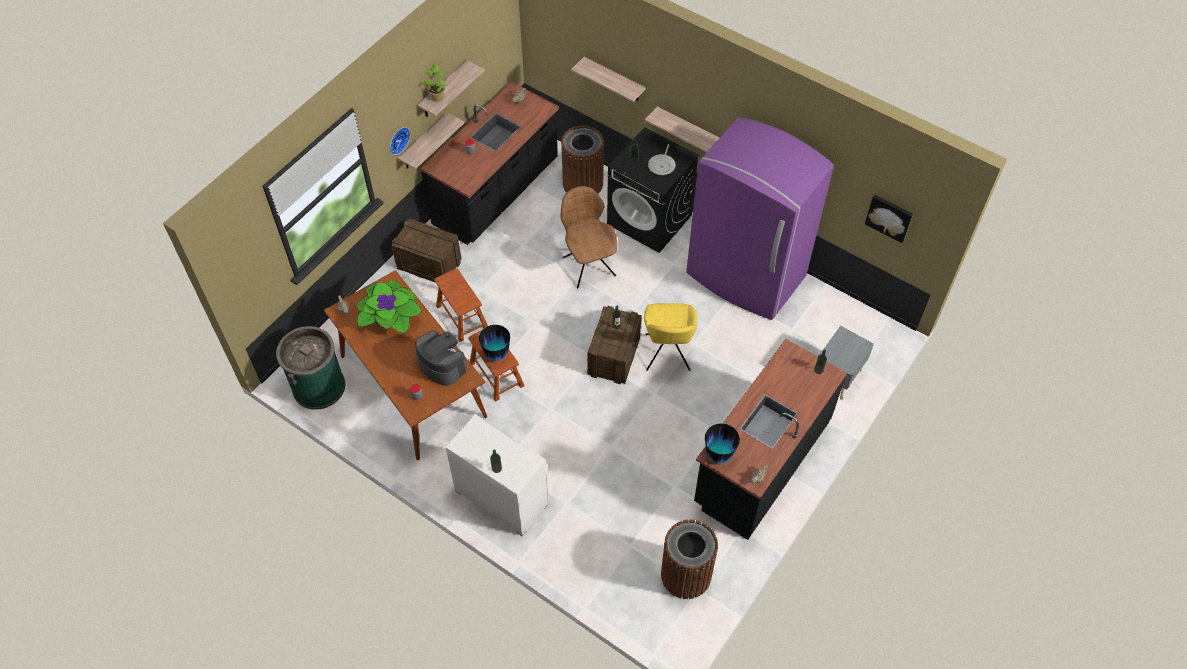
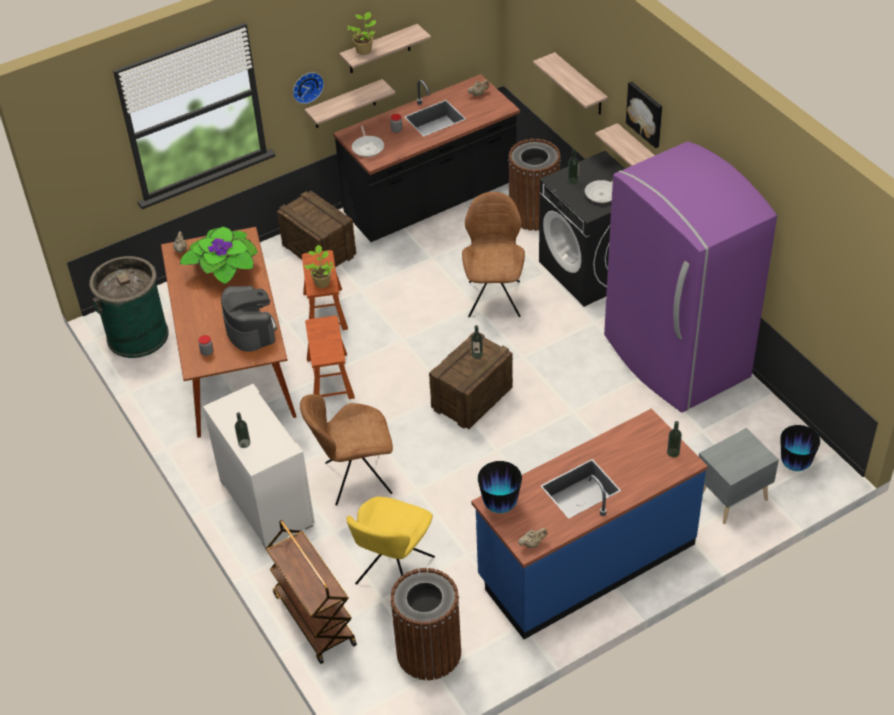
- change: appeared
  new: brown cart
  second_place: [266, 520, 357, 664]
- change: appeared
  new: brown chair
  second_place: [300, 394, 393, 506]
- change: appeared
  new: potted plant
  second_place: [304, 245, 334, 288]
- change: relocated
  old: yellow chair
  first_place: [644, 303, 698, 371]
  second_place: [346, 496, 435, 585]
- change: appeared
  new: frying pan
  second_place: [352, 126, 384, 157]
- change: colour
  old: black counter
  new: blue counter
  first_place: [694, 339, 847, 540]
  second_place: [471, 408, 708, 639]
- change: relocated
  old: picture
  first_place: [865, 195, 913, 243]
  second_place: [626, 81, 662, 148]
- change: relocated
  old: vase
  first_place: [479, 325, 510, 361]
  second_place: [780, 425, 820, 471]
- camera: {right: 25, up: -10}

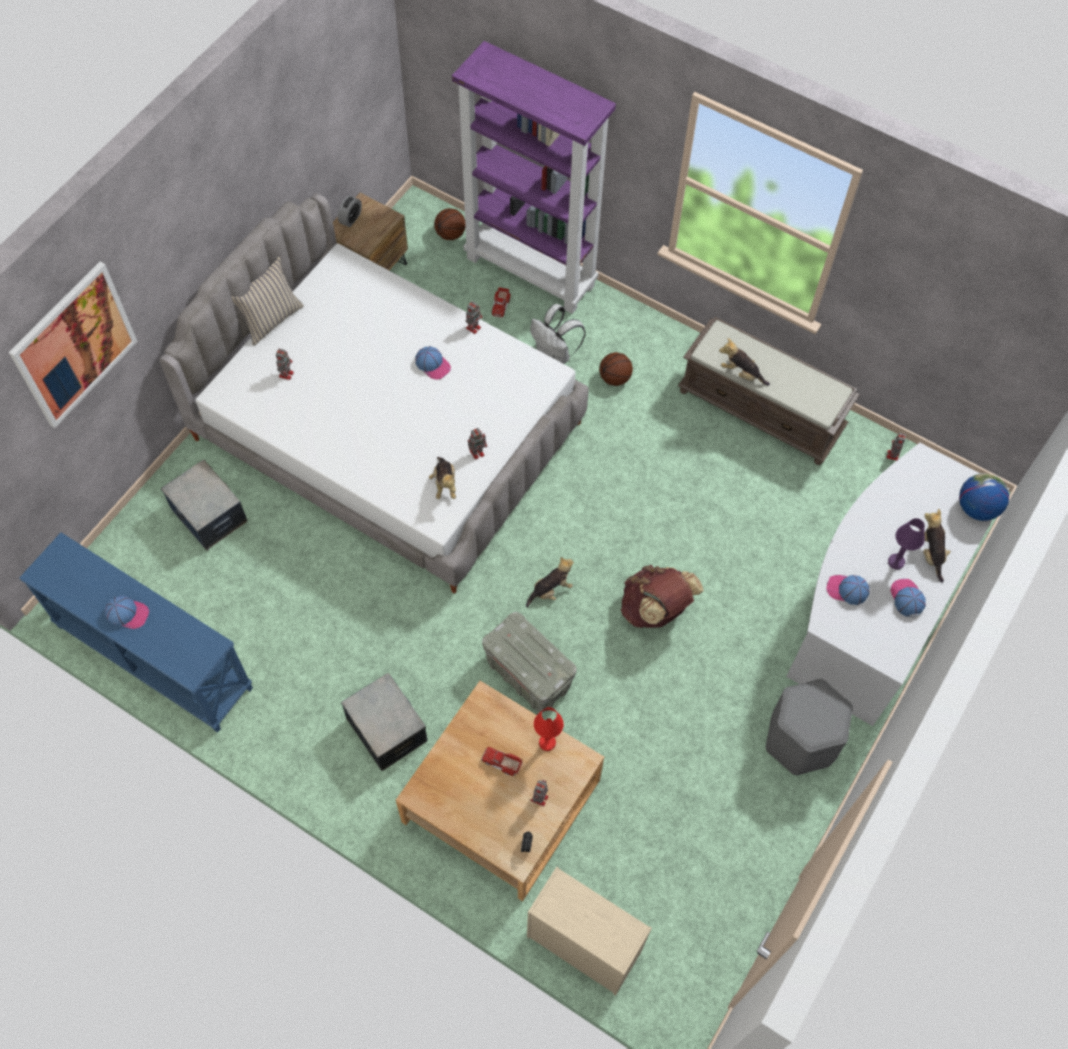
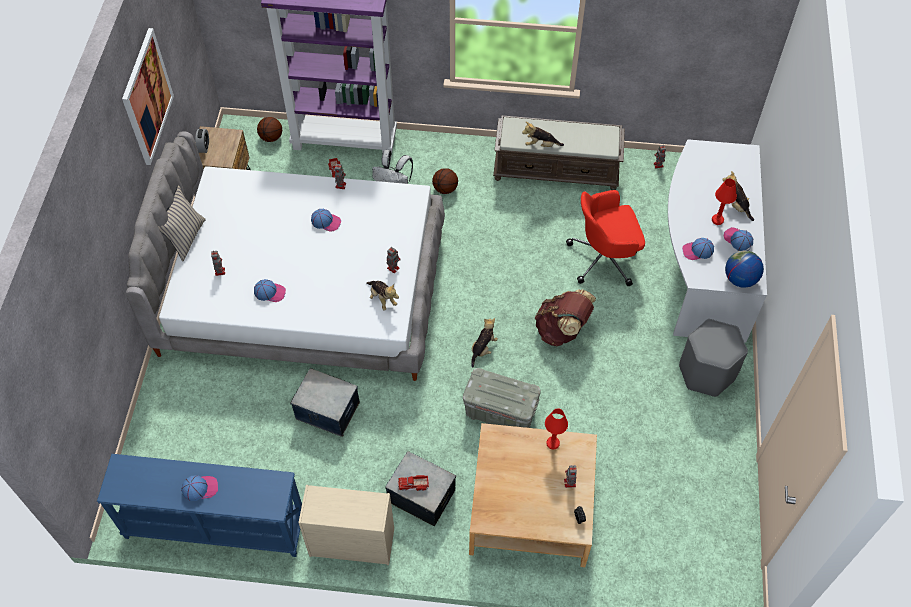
- change: relocated
  old: picture
  first_place: [9, 262, 138, 428]
  second_place: [122, 28, 174, 165]
- change: appeared
  new: cap
  second_place: [254, 279, 286, 302]
- change: relocated
  old: storage box
  first_place: [161, 460, 247, 551]
  second_place: [290, 368, 360, 437]
- change: relocated
  old: beige dresser
  first_place: [527, 867, 652, 996]
  second_place: [298, 485, 394, 565]
- change: relocated
  old: toy truck
  first_place: [481, 747, 523, 776]
  second_place: [398, 475, 429, 491]
- change: appeared
  new: red office chair
  second_place: [566, 190, 645, 286]
- change: colour
  old: purple table lamp
  new: red table lamp
  first_place: [888, 518, 925, 570]
  second_place: [712, 179, 737, 225]
- change: relocated
  old: globe
  first_place: [959, 473, 1009, 521]
  second_place: [725, 250, 764, 288]
- camera: {right: -25, up: -5}

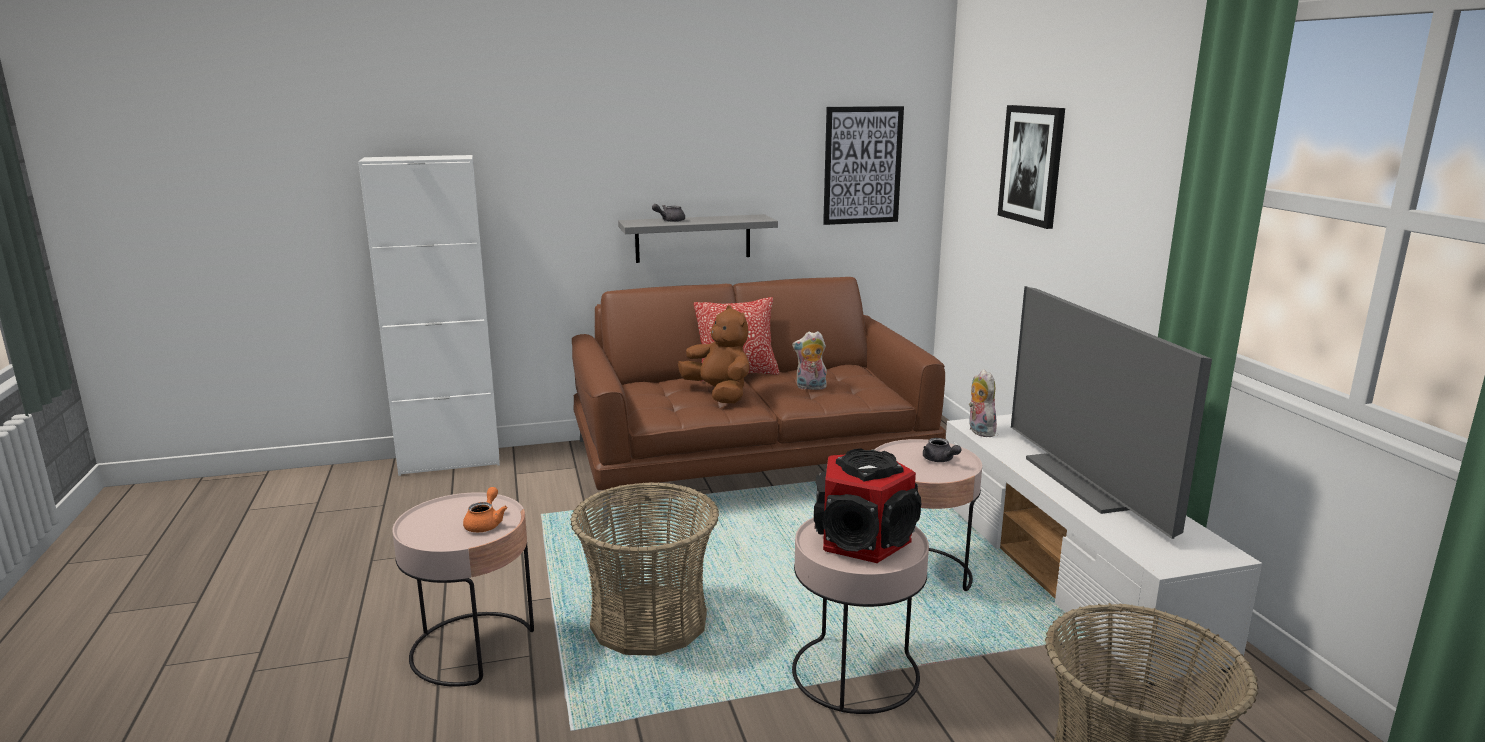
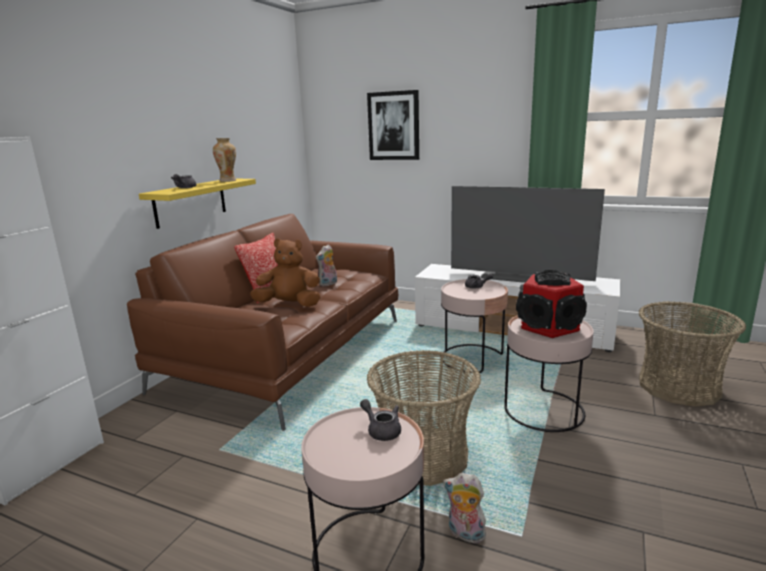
- change: colour
  old: grey shelf
  new: yellow shelf
  first_place: [618, 214, 778, 263]
  second_place: [139, 179, 256, 229]
- change: appeared
  new: vase
  second_place: [213, 138, 236, 182]
- change: colour
  old: orange teapot
  new: grey teapot
  first_place: [463, 487, 507, 532]
  second_place: [360, 399, 401, 441]
- change: relocated
  old: plush toy
  first_place: [969, 369, 997, 437]
  second_place: [443, 473, 486, 543]
- change: missing
  old: picture
  first_place: [823, 106, 904, 225]
- camera: {right: -50, up: 0}

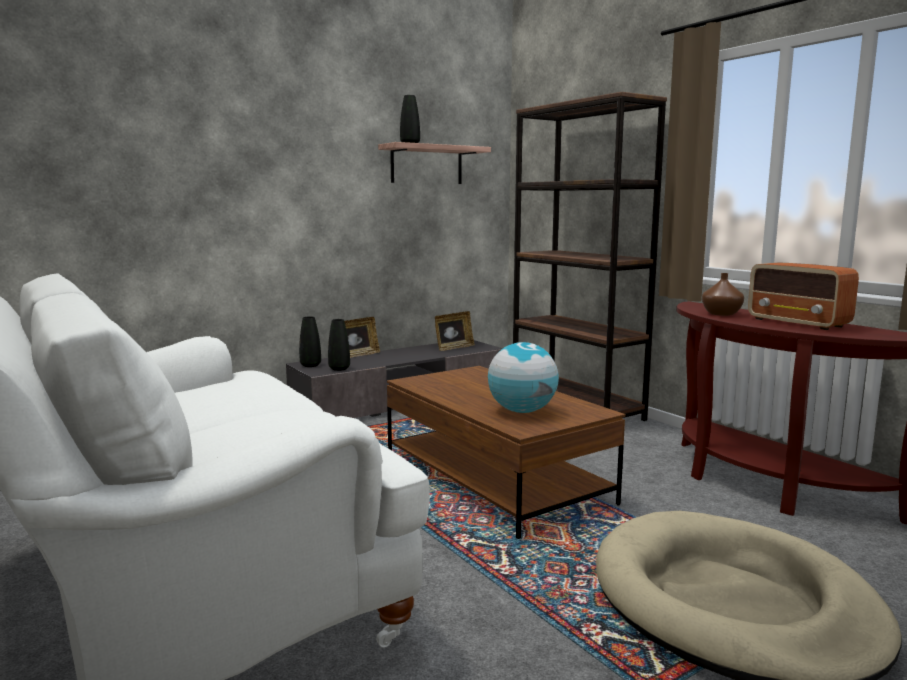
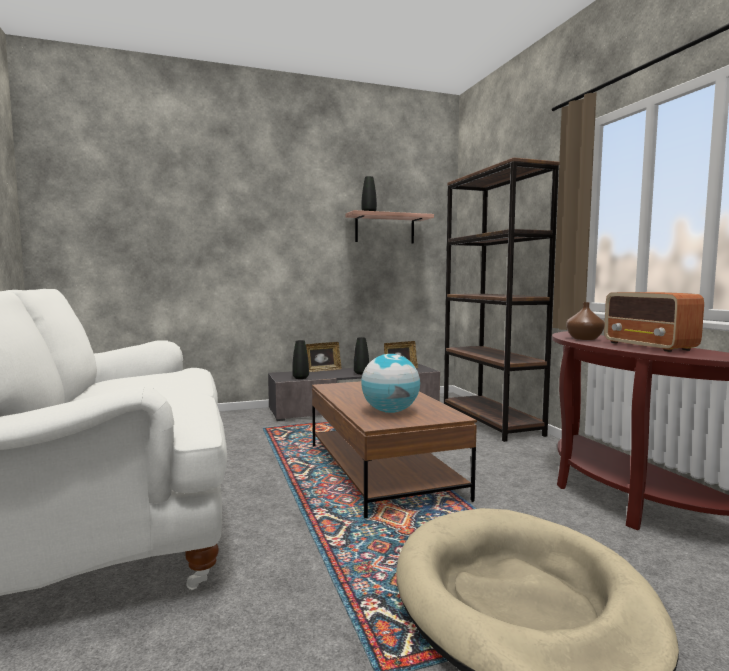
- change: relocated
  old: black vase
  first_place: [299, 316, 321, 367]
  second_place: [354, 337, 369, 374]
- camera: {right: 15, up: -5}

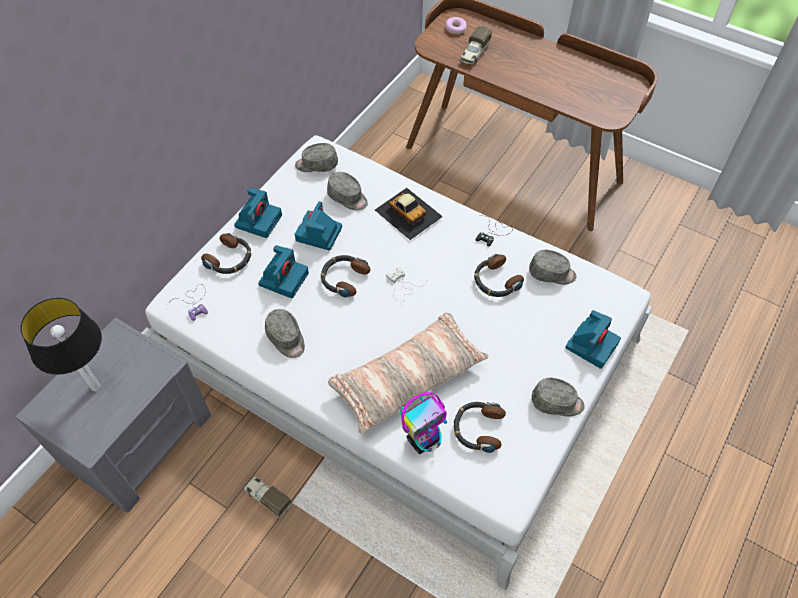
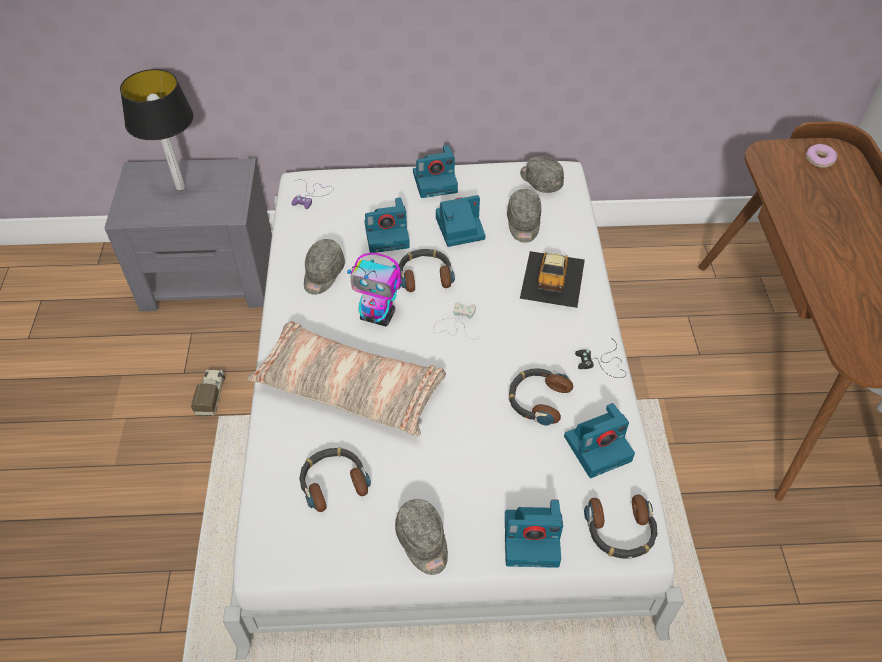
- change: relocated
  old: toy robot
  first_place: [400, 392, 447, 454]
  second_place: [347, 253, 402, 326]
- change: exchanged
  old: grey cap
  new: photo camera
  first_place: [529, 250, 577, 285]
  second_place: [564, 403, 635, 478]
- change: relocated
  old: headphones
  first_place: [201, 233, 251, 274]
  second_place: [584, 495, 657, 559]
- change: missing
  old: toy truck
  first_place: [460, 26, 492, 65]
- camera: {right: 55, up: -5}

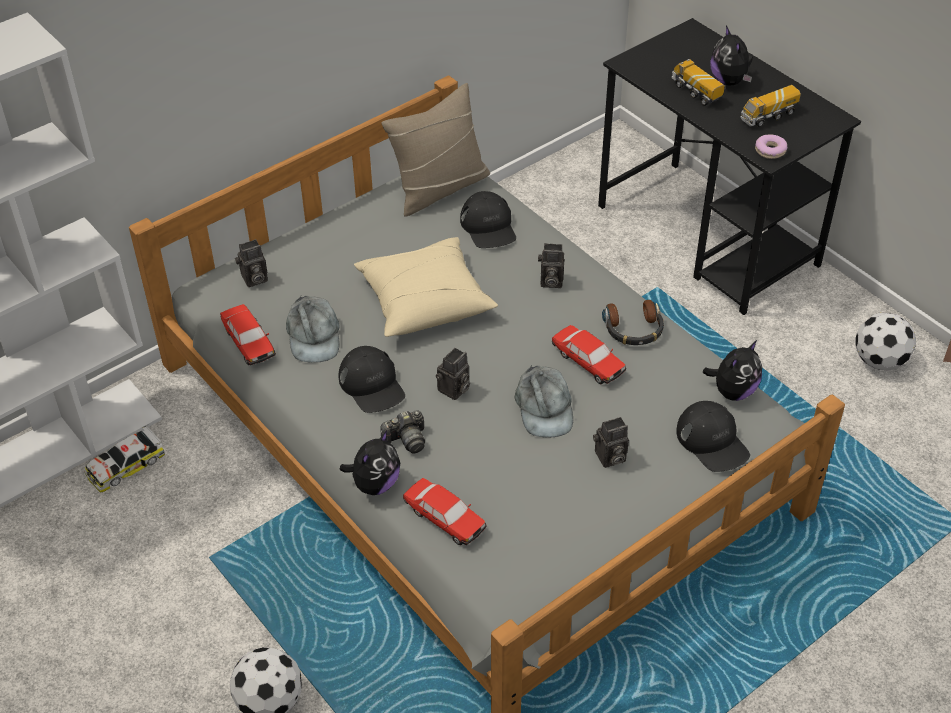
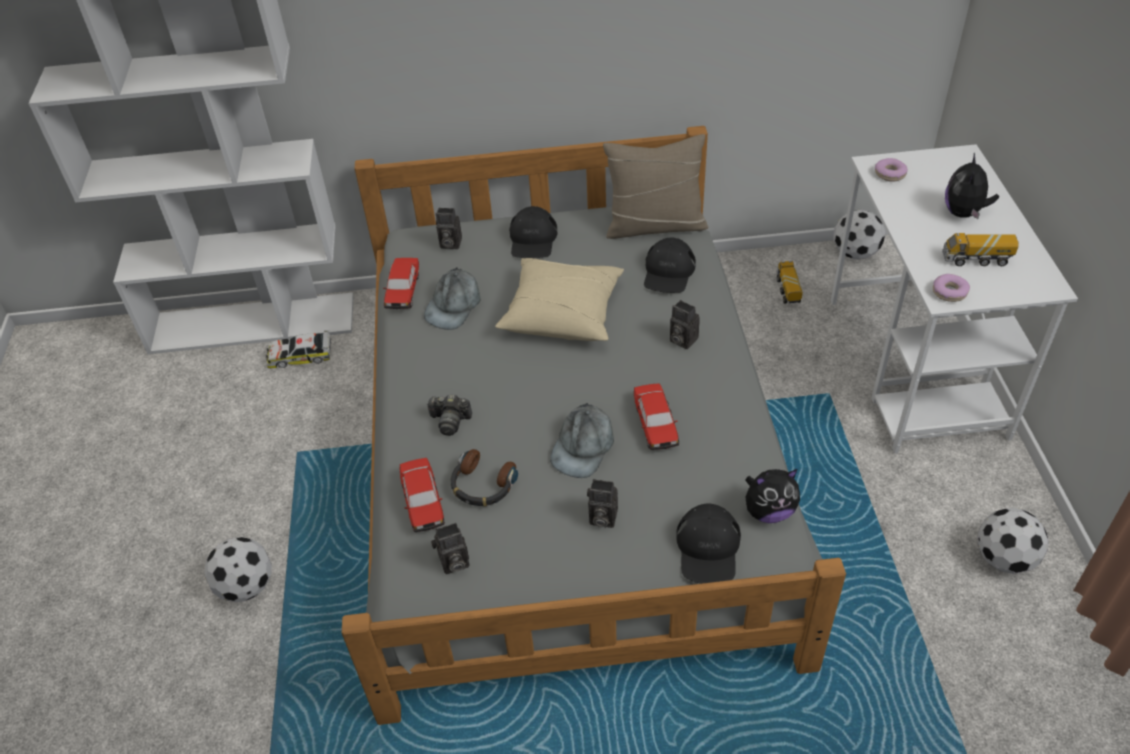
- change: relocated
  old: photo camera
  first_place: [436, 348, 470, 400]
  second_place: [431, 523, 469, 574]
- change: relocated
  old: headphones
  first_place: [602, 300, 664, 345]
  second_place: [451, 449, 518, 507]
- change: relocated
  old: black cap
  first_place: [339, 346, 405, 413]
  second_place: [509, 206, 557, 258]
- change: relocated
  old: toy truck
  first_place: [671, 59, 725, 106]
  second_place: [777, 261, 803, 304]
- change: colour
  old: black desk
  new: white desk
  first_place: [598, 18, 861, 315]
  second_place: [831, 144, 1078, 454]
- change: appeared
  new: football
  second_place: [834, 210, 885, 260]
- change: appeared
  new: donut
  second_place: [875, 158, 908, 182]
- change: missing
  old: plush toy
  first_place: [340, 430, 400, 495]
- camera: {right: 35, up: 0}

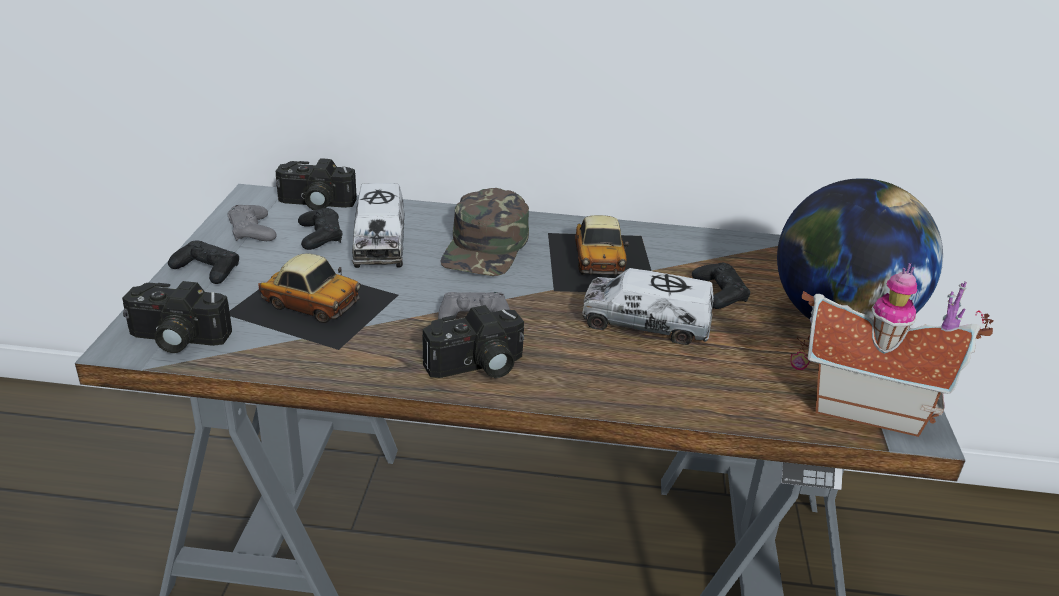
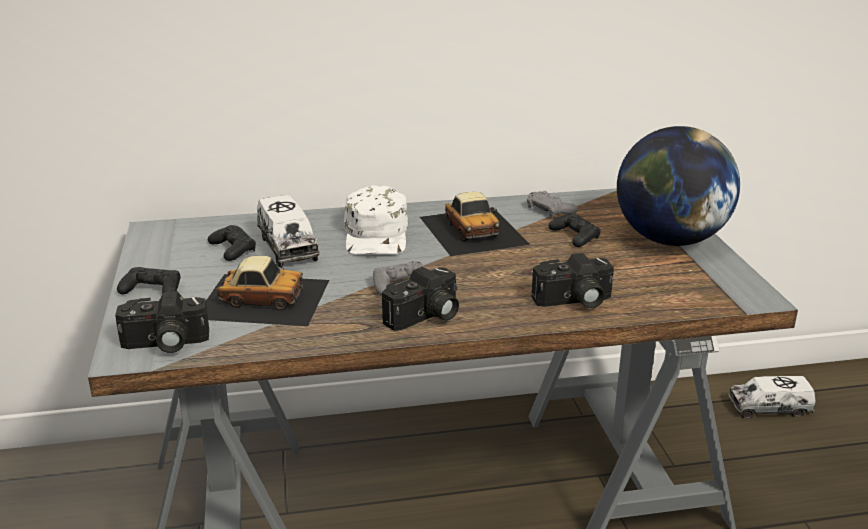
- change: colour
  old: green cap
  new: white cap
  first_place: [440, 188, 529, 276]
  second_place: [344, 185, 408, 254]
- change: relocated
  old: grey game controller
  first_place: [227, 205, 277, 241]
  second_place: [527, 191, 578, 218]
- change: relocated
  old: photo camera
  first_place: [275, 158, 357, 210]
  second_place: [531, 253, 614, 308]
- change: relocated
  old: toy truck
  first_place: [582, 268, 714, 345]
  second_place: [728, 376, 816, 419]
- change: missing
  old: toy house
  first_place: [790, 263, 994, 437]
- camera: {right: -15, up: -5}

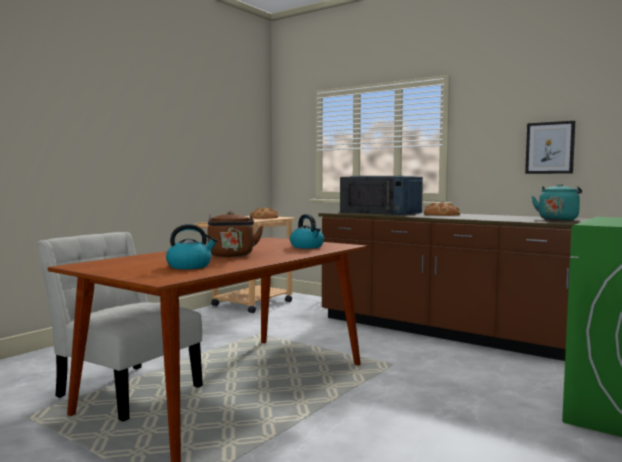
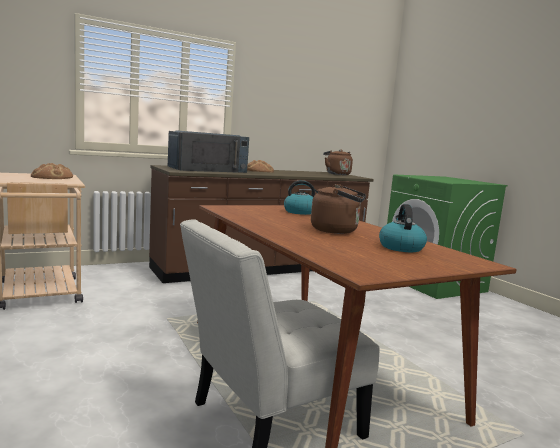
- change: colour
  old: turquoise kettle
  new: brown kettle
  first_place: [531, 184, 582, 220]
  second_place: [323, 150, 353, 175]
- change: missing
  old: picture
  first_place: [525, 121, 575, 174]
- camera: {right: -65, up: 5}

